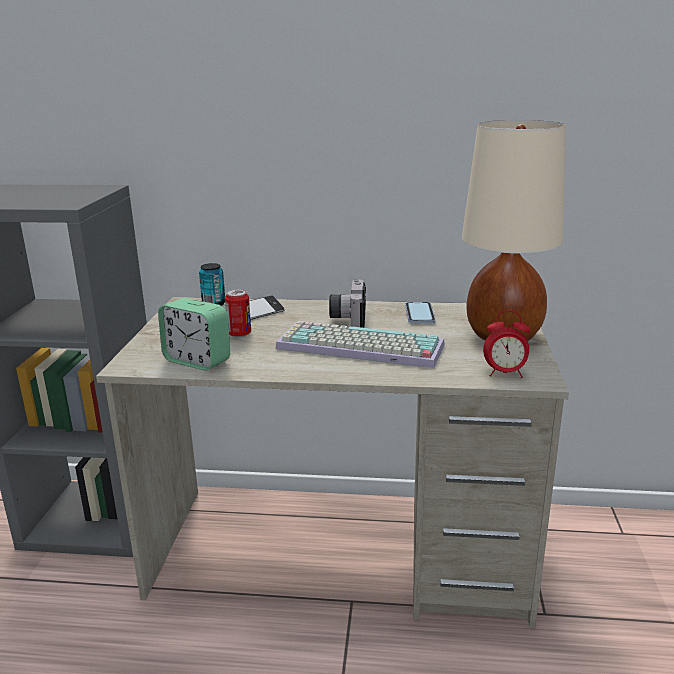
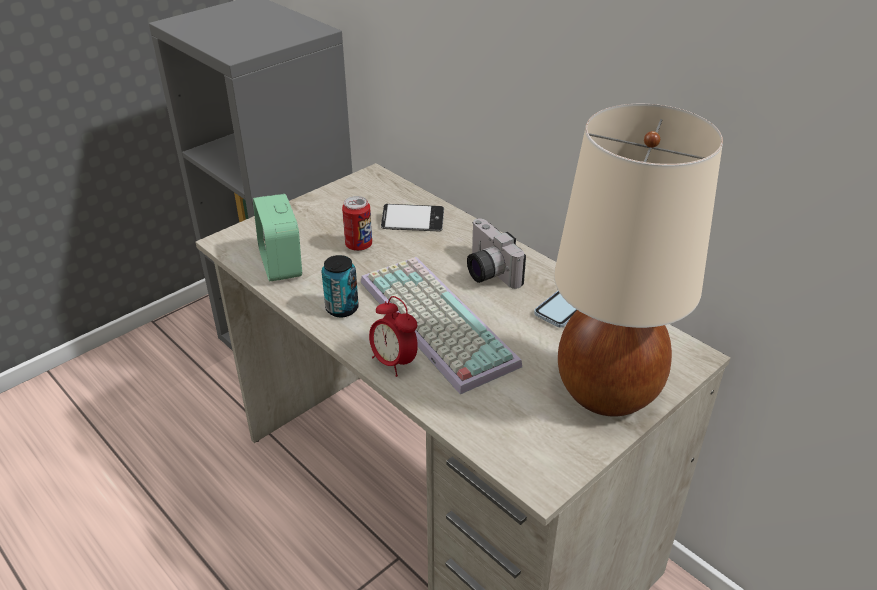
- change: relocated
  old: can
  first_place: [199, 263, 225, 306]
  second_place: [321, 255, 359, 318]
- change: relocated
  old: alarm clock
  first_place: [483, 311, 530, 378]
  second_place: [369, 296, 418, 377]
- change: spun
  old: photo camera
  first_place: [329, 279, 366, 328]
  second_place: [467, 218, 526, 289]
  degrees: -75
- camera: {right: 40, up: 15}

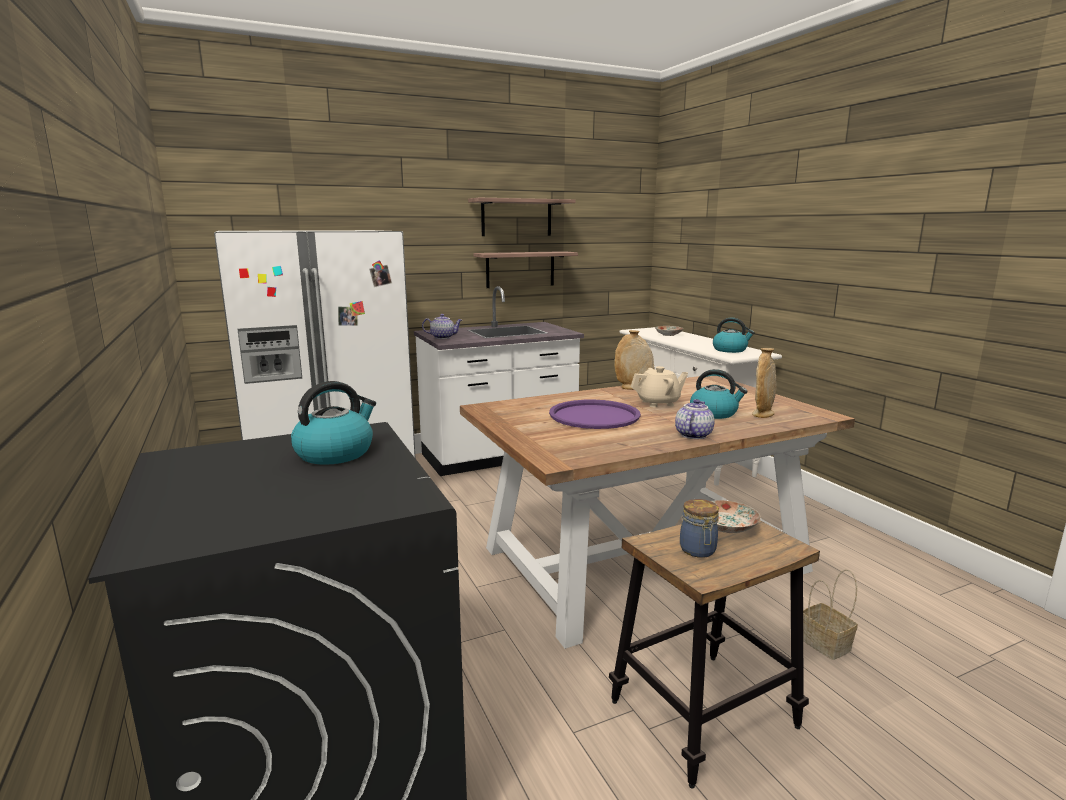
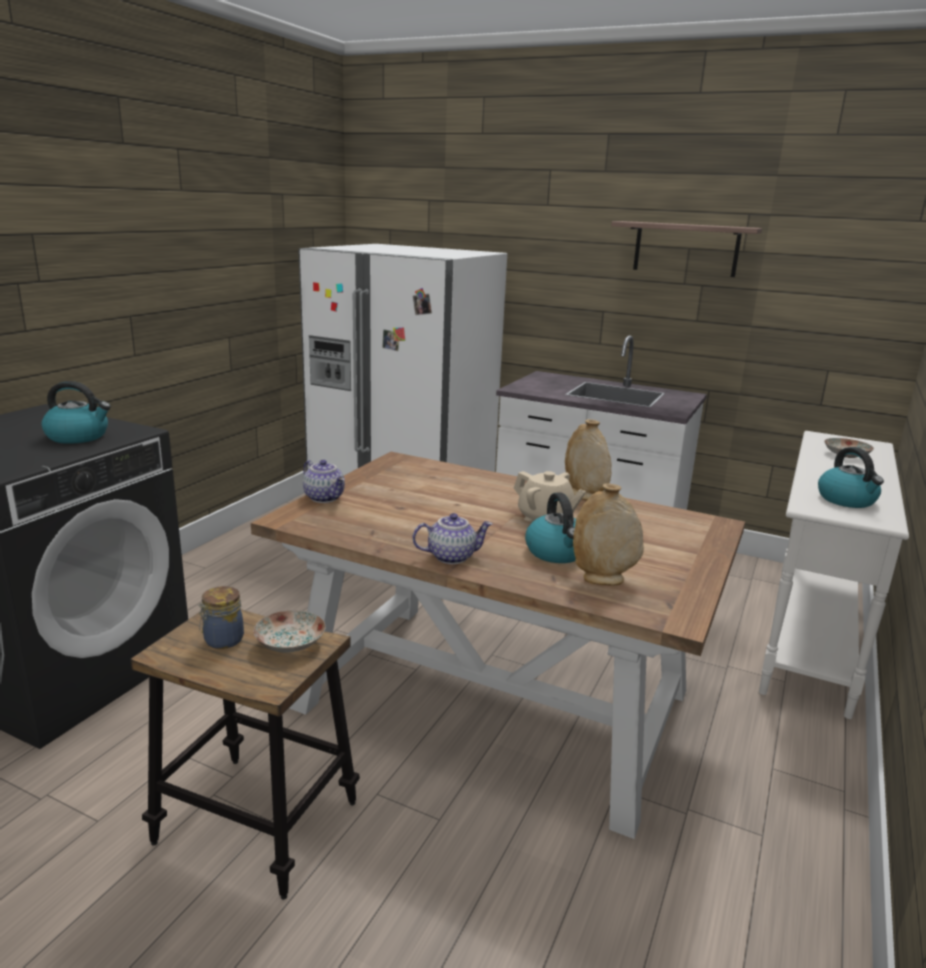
- change: relocated
  old: teapot
  first_place: [422, 314, 462, 339]
  second_place: [303, 460, 345, 503]
- change: missing
  old: shelf
  first_place: [473, 251, 578, 288]
- change: missing
  old: purple tray
  first_place: [549, 400, 641, 429]
- change: missing
  old: basket
  first_place: [803, 569, 858, 660]
- camera: {right: 50, up: 5}

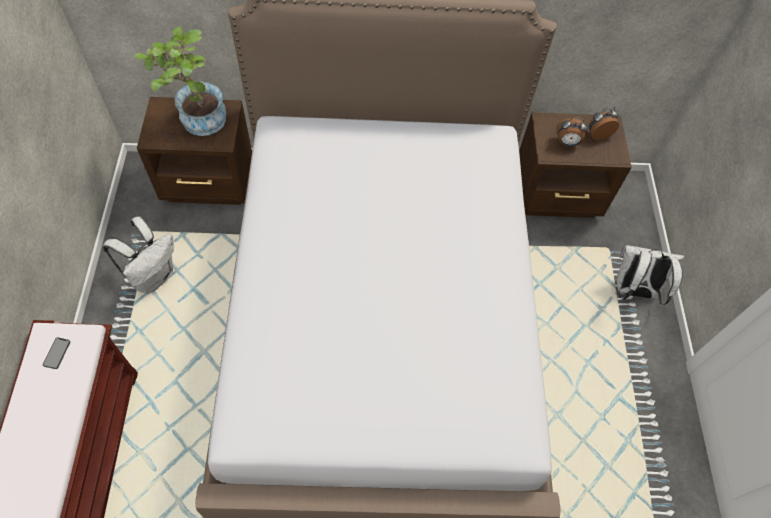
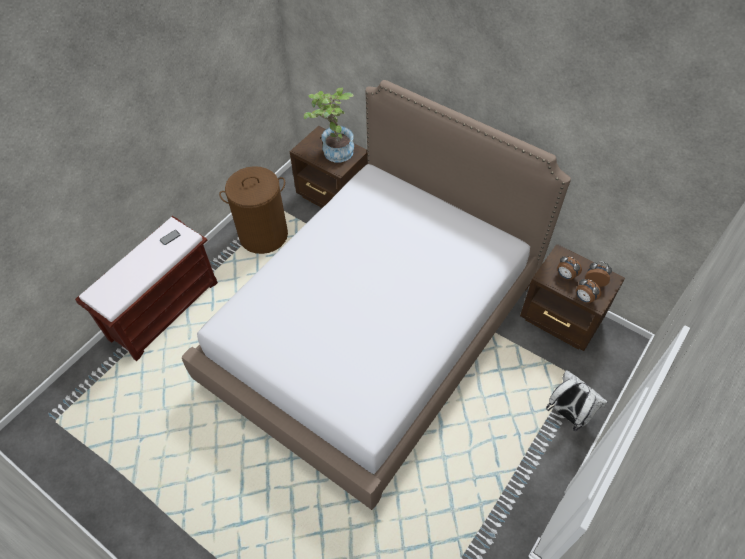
- change: exchanged
  old: white backpack
  new: brown laundry basket
  first_place: [103, 216, 174, 294]
  second_place: [219, 166, 288, 254]
- change: appeared
  new: alarm clock
  second_place: [576, 279, 601, 303]
- camera: {right: 40, up: -5}

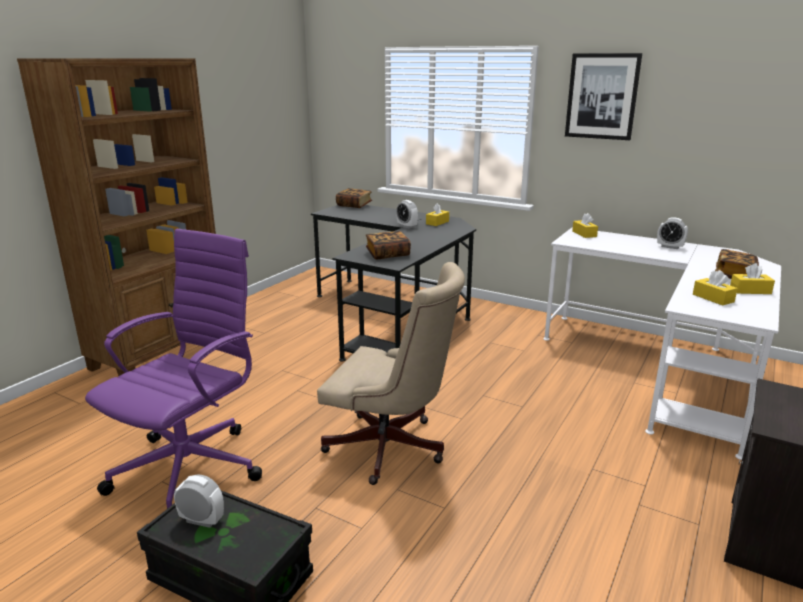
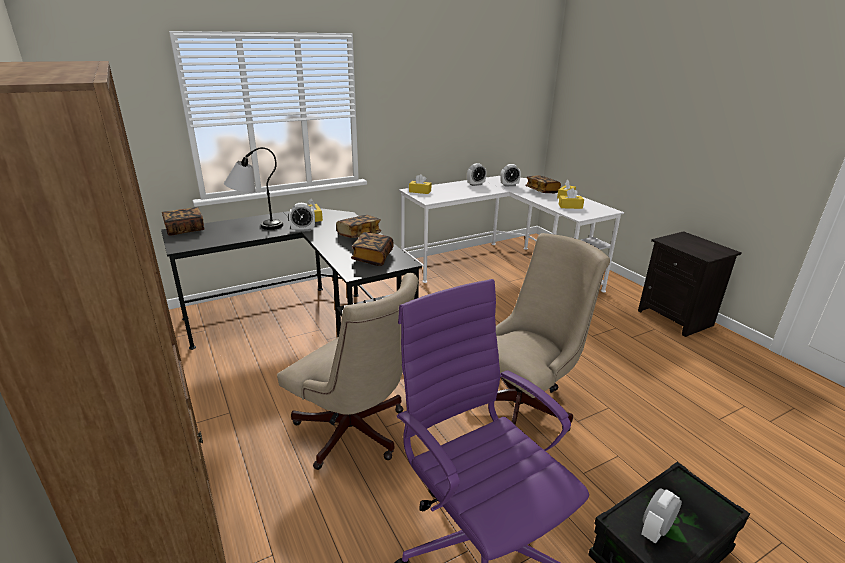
- change: appeared
  new: table lamp
  second_place: [224, 147, 283, 230]
- change: appeared
  new: beige office chair
  second_place: [277, 273, 419, 470]
- change: appeared
  new: book
  second_place: [336, 215, 381, 238]
- change: appeared
  new: alarm clock
  second_place: [500, 164, 521, 187]
- change: missing
  old: picture
  first_place: [565, 53, 642, 140]
- camera: {right: -60, up: 5}

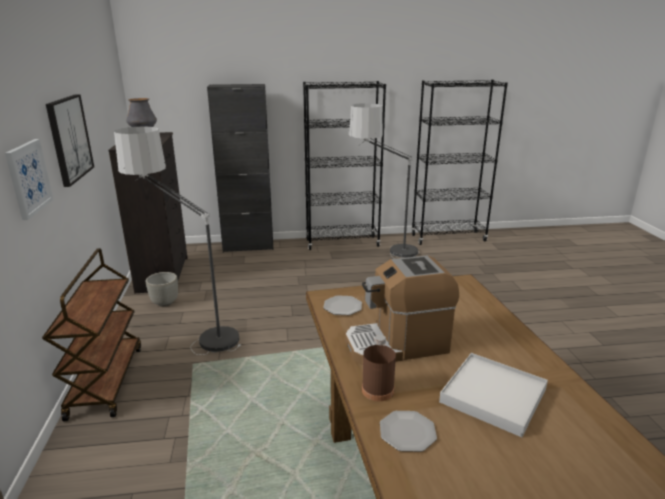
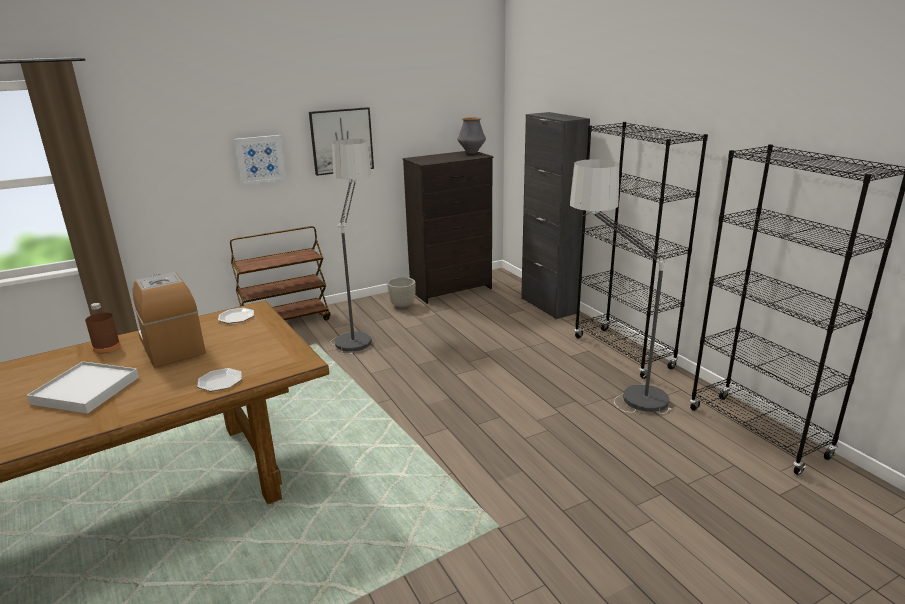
- change: relocated
  old: plate
  first_place: [380, 411, 437, 452]
  second_place: [198, 368, 242, 391]
- camera: {right: 70, up: 0}

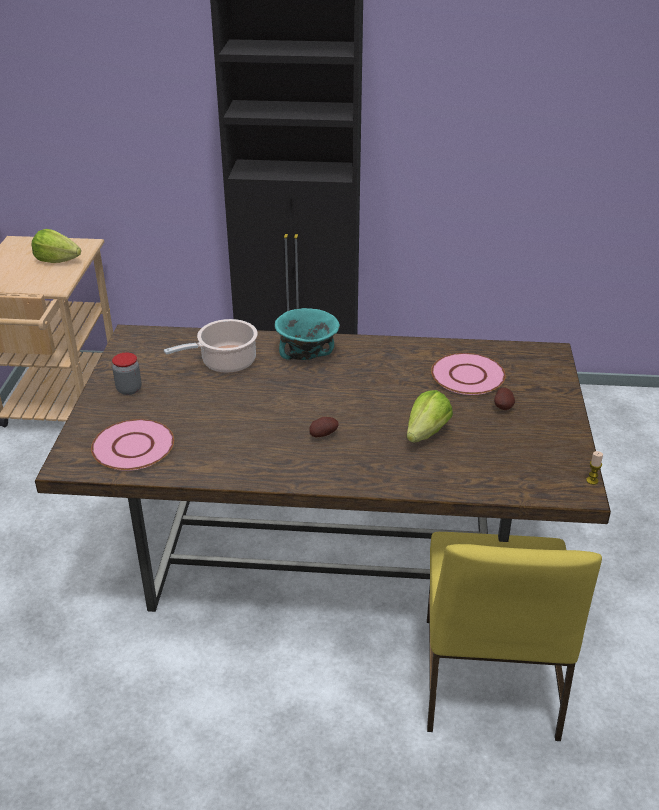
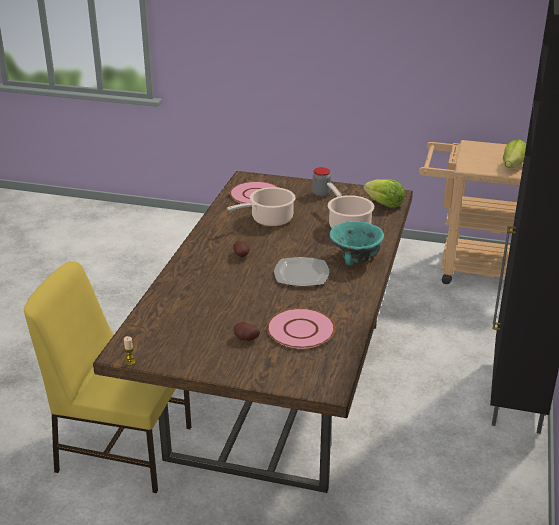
- change: appeared
  new: cooking pot
  second_place: [227, 187, 296, 226]
- change: appeared
  new: plate
  second_place: [274, 257, 329, 286]
- change: relocated
  old: lettuce
  first_place: [407, 390, 453, 443]
  second_place: [363, 179, 405, 208]
- camera: {right: 100, up: -5}

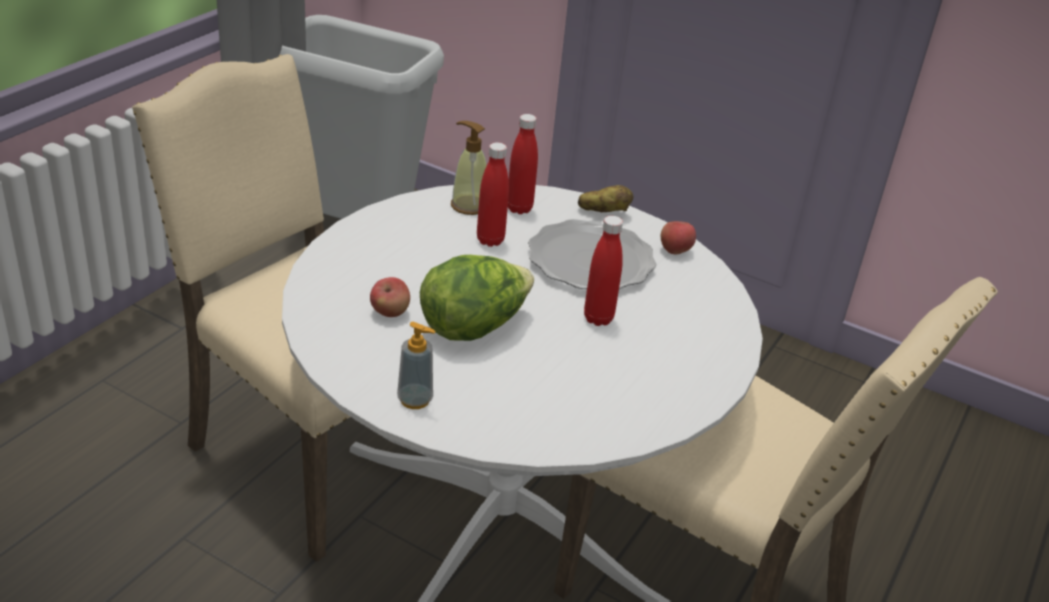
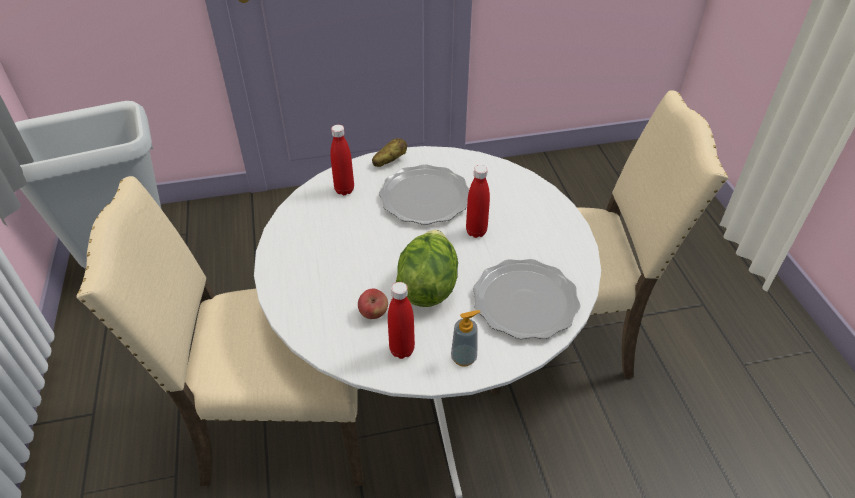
- change: relocated
  old: red bottle
  first_place: [477, 142, 509, 247]
  second_place: [388, 282, 415, 359]
- change: appeared
  new: plate
  second_place: [473, 259, 581, 339]
- change: missing
  old: soap dispenser
  first_place: [451, 121, 487, 215]
- change: missing
  old: apple
  first_place: [661, 221, 696, 254]
- camera: {right: -40, up: 10}

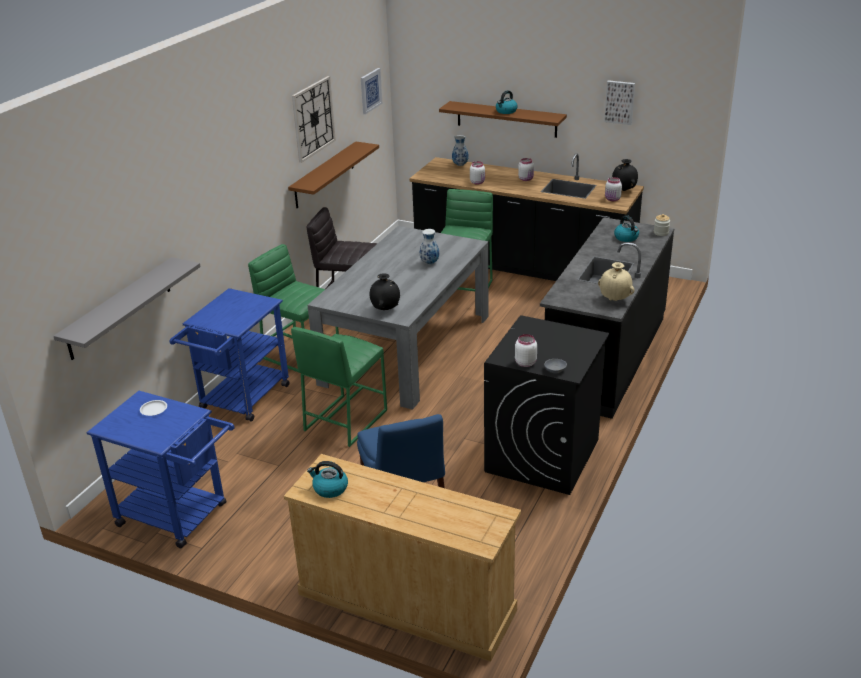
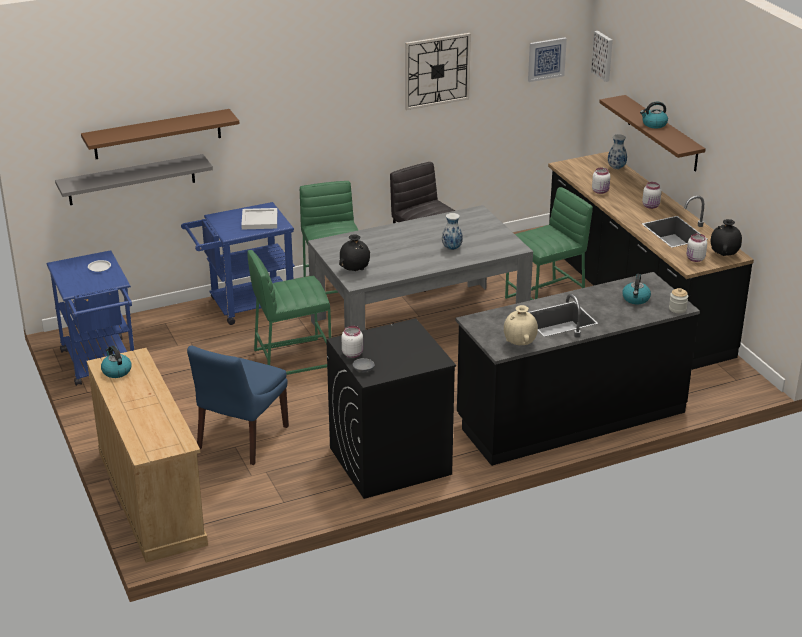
- change: relocated
  old: brown shelf
  first_place: [288, 141, 379, 208]
  second_place: [81, 109, 239, 159]
- change: appeared
  new: white tray
  second_place: [241, 208, 277, 230]
- change: relocated
  old: picture
  first_place: [604, 80, 635, 125]
  second_place: [591, 31, 613, 82]
- camera: {right: 40, up: 0}

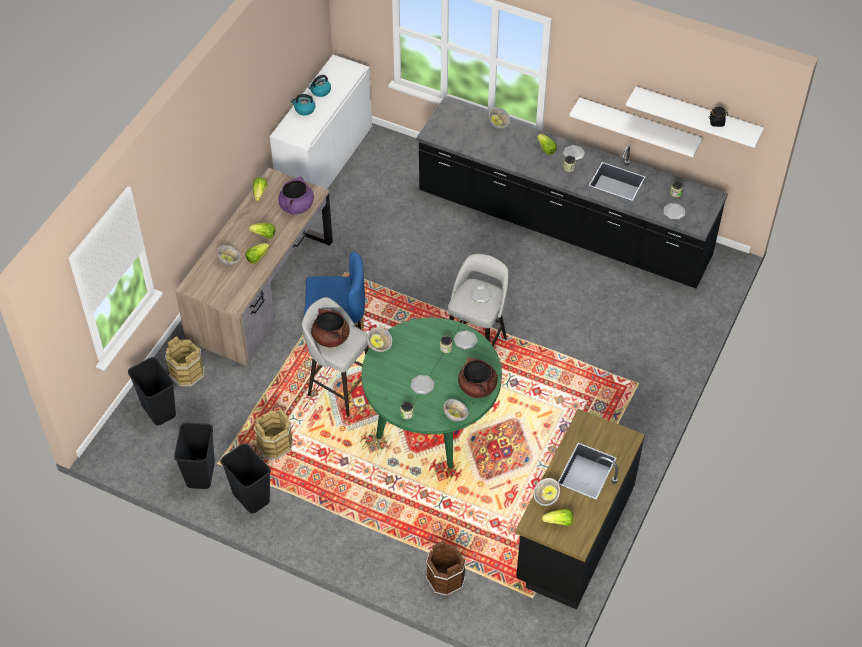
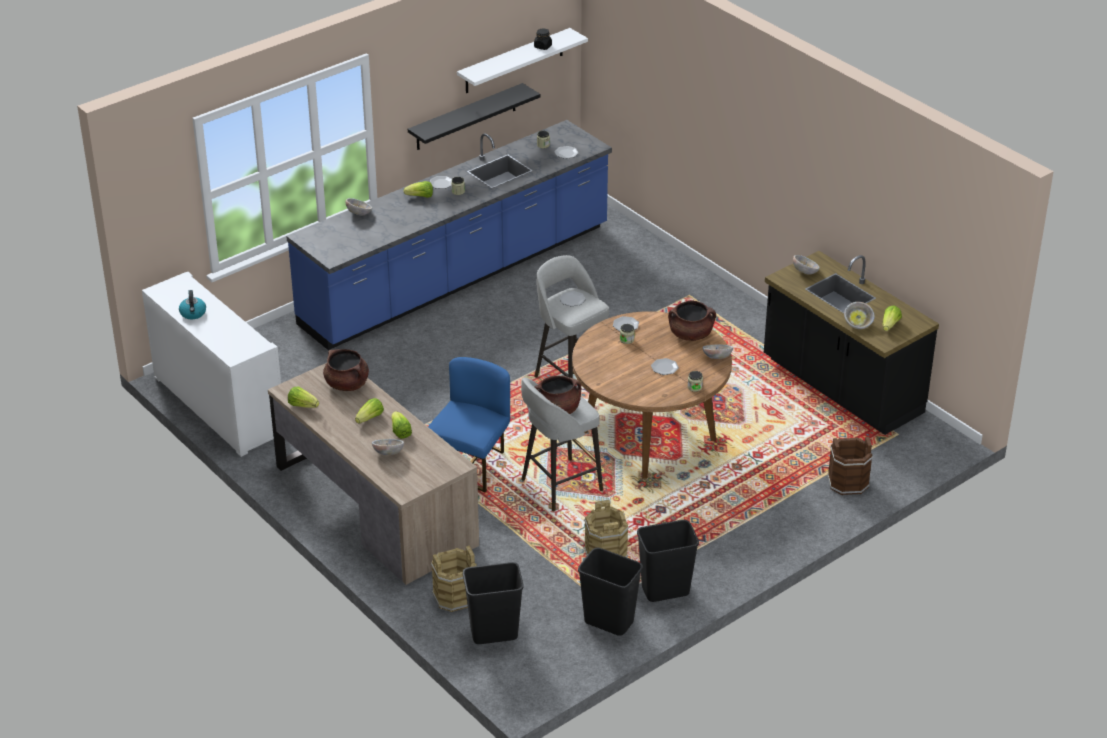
- change: colour
  old: black counter
  new: blue counter
  first_place: [416, 98, 728, 288]
  second_place: [286, 120, 612, 350]
- change: colour
  old: purple cooking pot
  new: brown cooking pot
  first_place: [278, 177, 314, 215]
  second_place: [323, 349, 369, 391]
- change: colour
  old: white shelf
  new: black shelf
  first_place: [569, 97, 703, 157]
  second_place: [408, 83, 540, 150]
- change: colour
  old: green dining table
  new: brown dining table
  first_place: [362, 317, 502, 469]
  second_place: [572, 311, 732, 478]
- change: relocated
  old: bowl
  first_place: [367, 327, 392, 352]
  second_place: [793, 255, 820, 275]
- change: missing
  old: kettle
  first_place: [291, 94, 316, 115]
- camera: {right: -65, up: -15}

